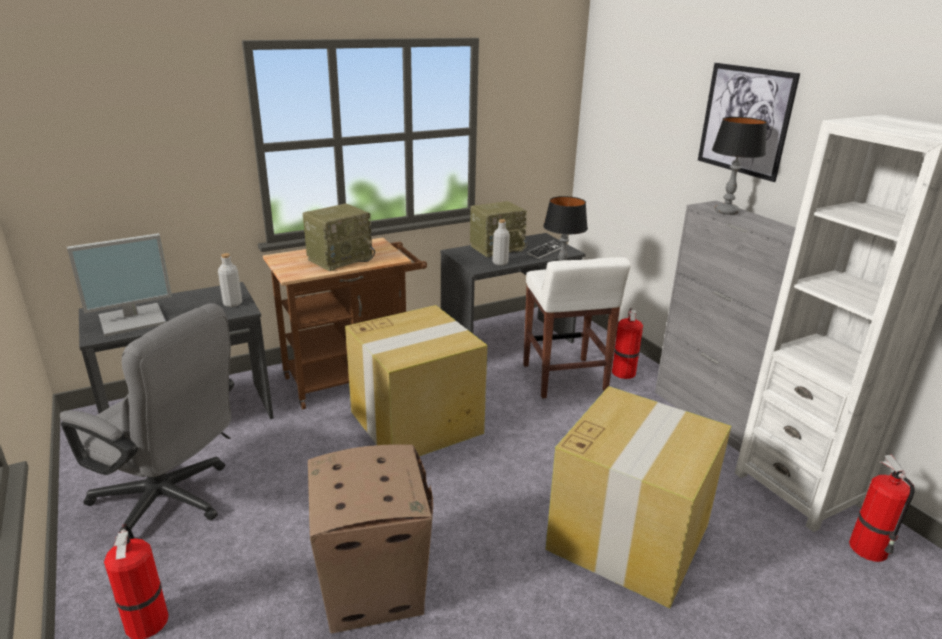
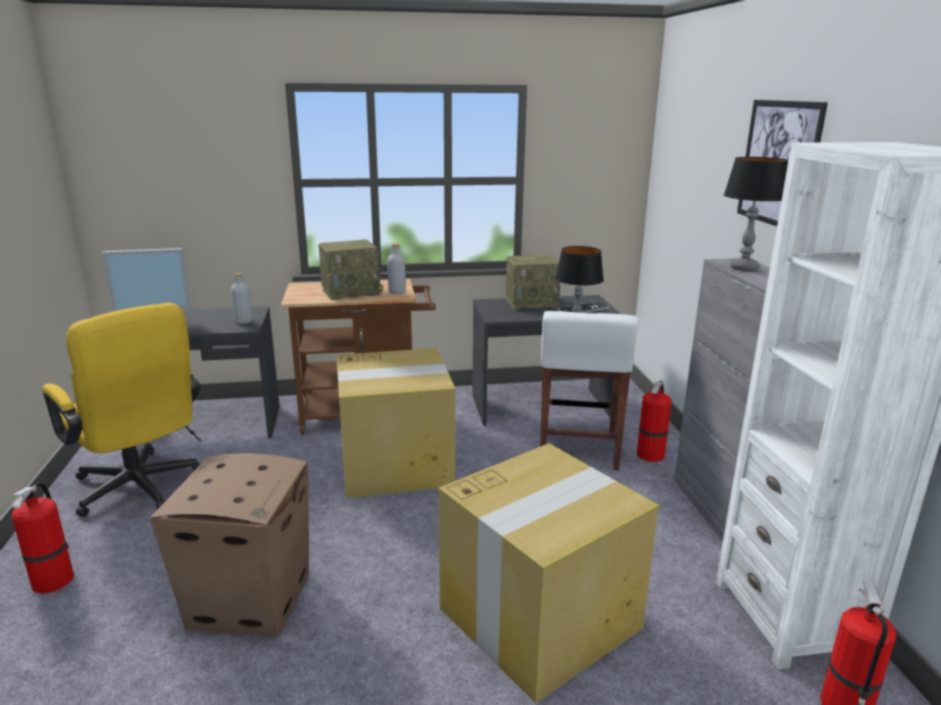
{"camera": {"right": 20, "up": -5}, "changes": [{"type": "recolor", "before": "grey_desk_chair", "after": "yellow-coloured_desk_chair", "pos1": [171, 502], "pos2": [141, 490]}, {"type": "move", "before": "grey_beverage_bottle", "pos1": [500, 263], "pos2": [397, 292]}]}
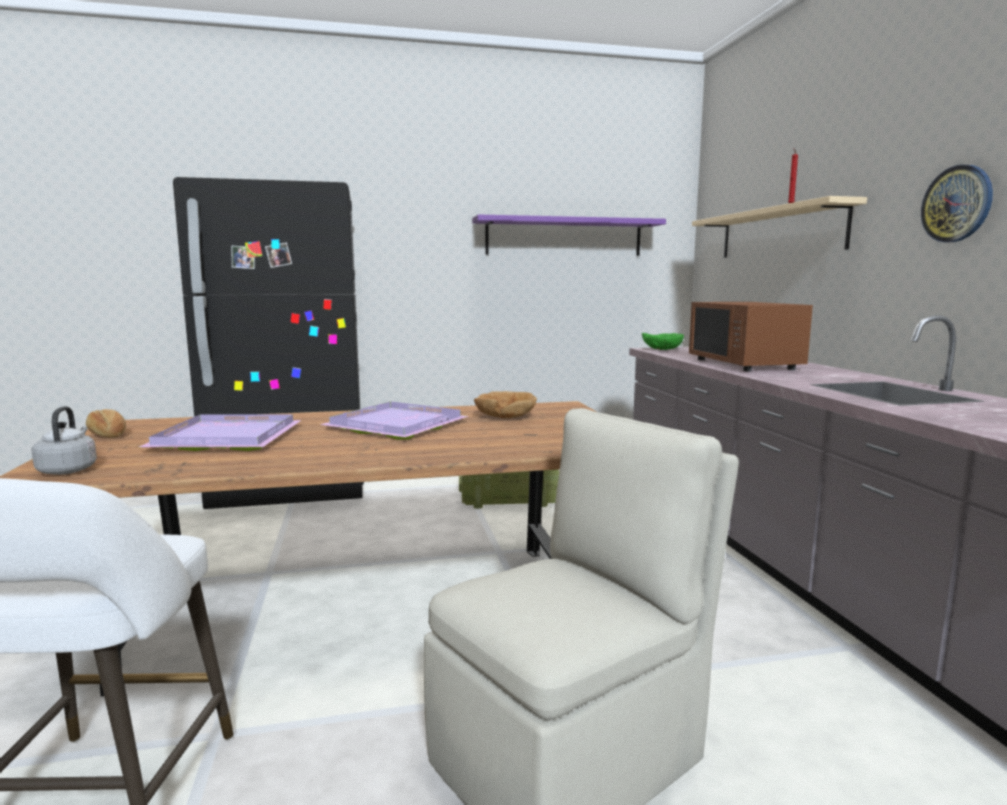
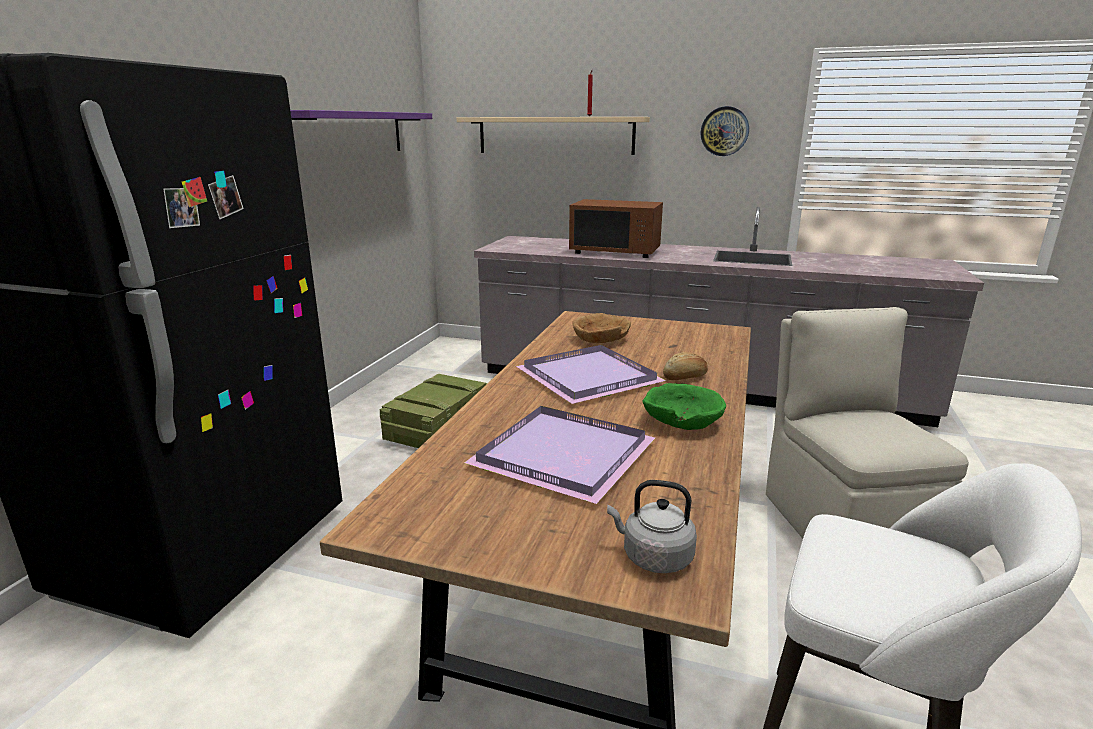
{"camera": {"right": -60, "up": 10}, "changes": [{"type": "move", "before": "bakery_bread", "pos1": [107, 435], "pos2": [685, 377]}, {"type": "move", "before": "green-coloured_bowl", "pos1": [662, 349], "pos2": [680, 422]}]}
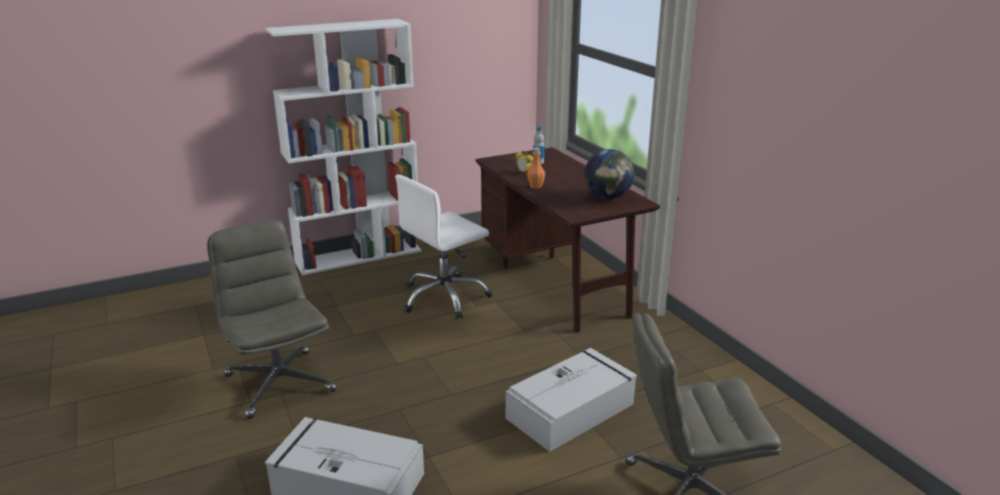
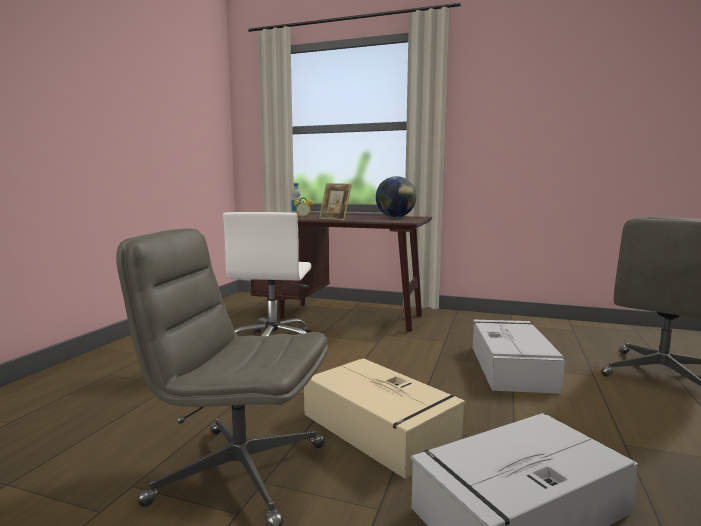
{"camera": {"right": -45, "up": -15}, "changes": [{"type": "delete", "before": "white-coloured_shelving_unit", "pos1": [359, 256]}, {"type": "replace", "before": "orangey_beverage_bottle", "after": "standing_frame", "pos1": [535, 186], "pos2": [335, 219]}, {"type": "insert", "after": "sand-coloured_storage_box", "pos2": [380, 429]}]}
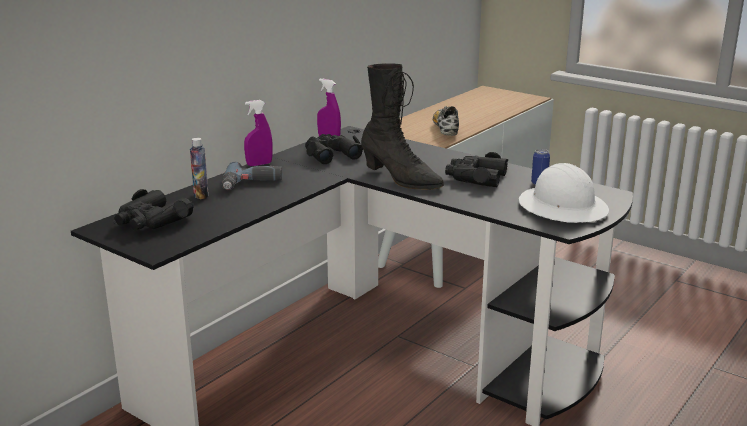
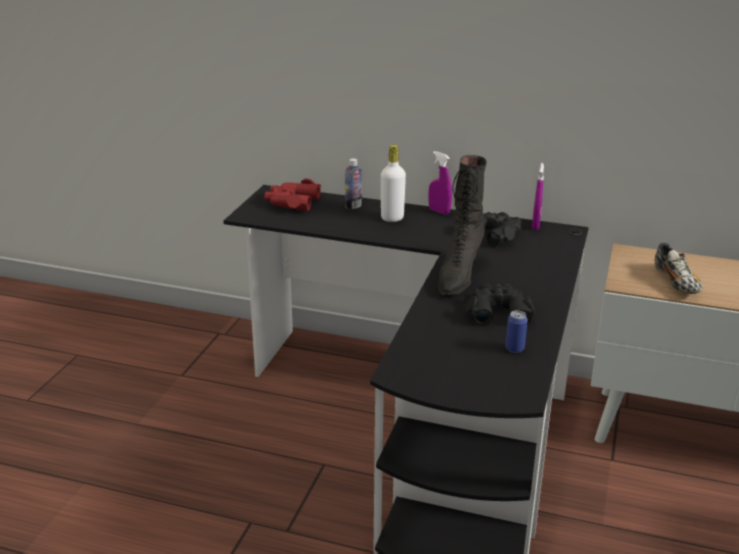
{"camera": {"right": 70, "up": 5}, "changes": [{"type": "recolor", "before": "blackish_field_glasses", "after": "red_field_glasses", "pos1": [152, 220], "pos2": [292, 202]}, {"type": "replace", "before": "drill", "after": "white-coloured_beverage_bottle", "pos1": [252, 184], "pos2": [392, 218]}, {"type": "rotate", "before": "shoe", "pos1": [445, 129], "pos2": [676, 283], "turn": 105}, {"type": "delete", "before": "white-coloured_hard_hat", "pos1": [563, 207]}]}
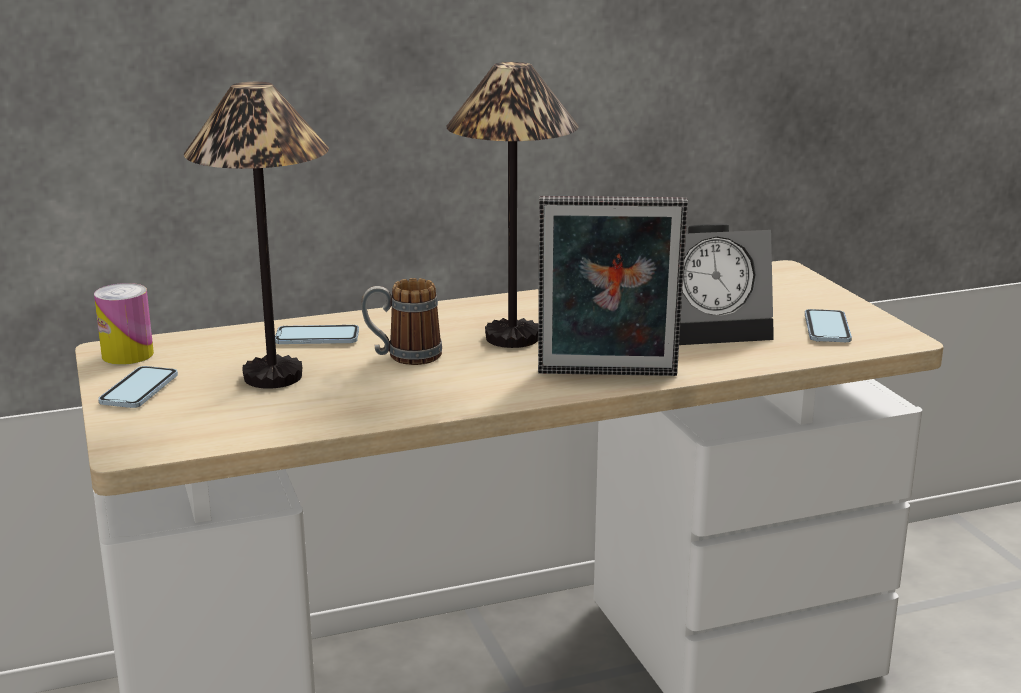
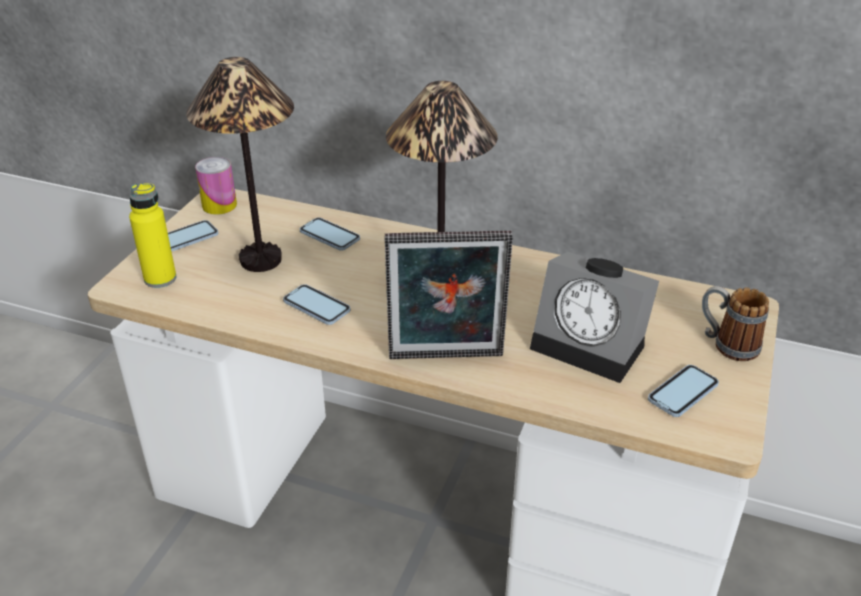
{"camera": {"right": 40, "up": 15}, "changes": [{"type": "move", "before": "tea_mug", "pos1": [403, 356], "pos2": [726, 344]}, {"type": "rotate", "before": "standing_frame", "pos1": [607, 376], "pos2": [446, 359], "turn": -45}, {"type": "insert", "after": "yellow-coloured_beverage_bottle", "pos2": [160, 279]}, {"type": "insert", "after": "phone", "pos2": [316, 306]}]}
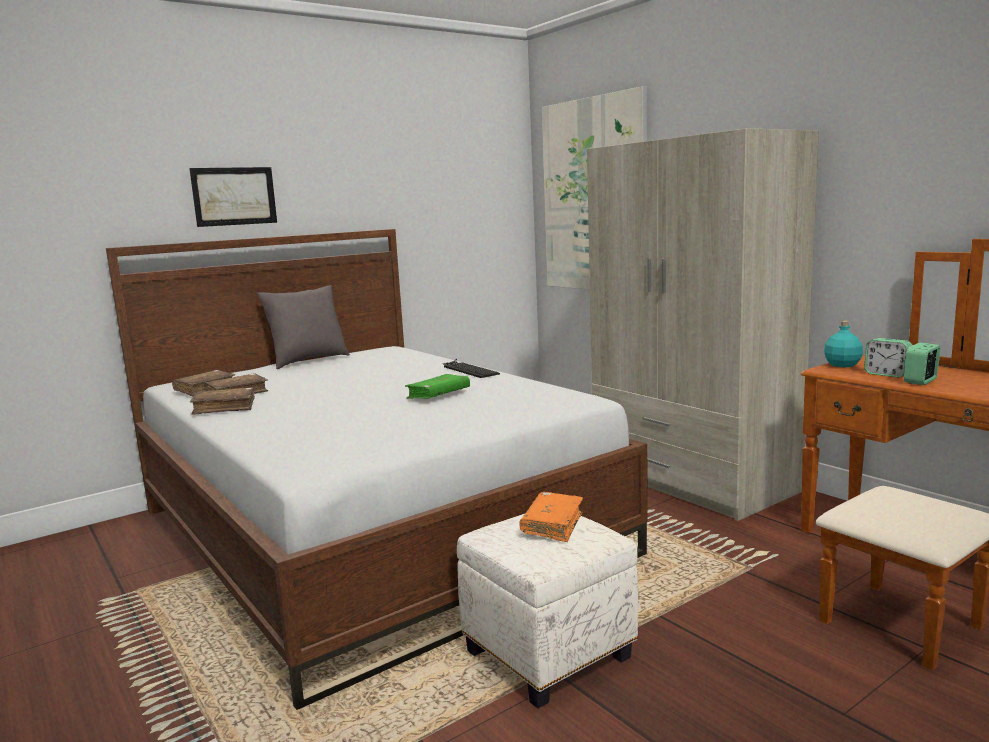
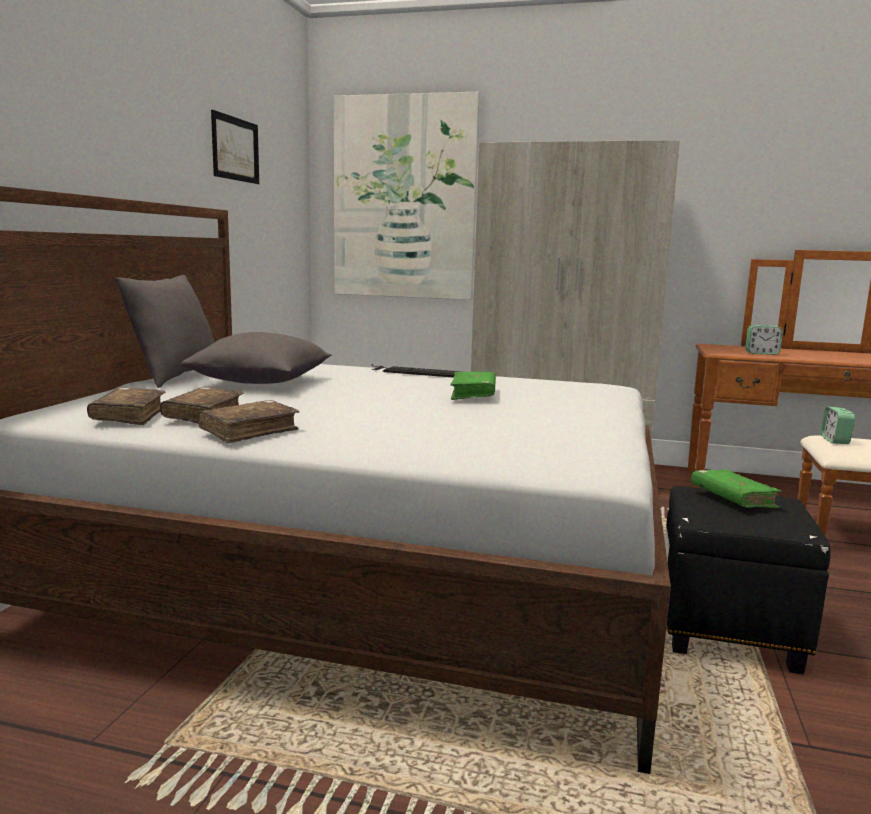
{"camera": {"right": -40, "up": 0}, "changes": [{"type": "move", "before": "wall_art", "pos1": [234, 196], "pos2": [235, 149]}, {"type": "recolor", "before": "white-coloured_ottoman", "after": "blackish_ottoman", "pos1": [549, 653], "pos2": [726, 629]}, {"type": "recolor", "before": "orangey_bound_book", "after": "green-coloured_bound_book", "pos1": [552, 525], "pos2": [732, 499]}, {"type": "delete", "before": "blue-green_beverage_bottle", "pos1": [842, 365]}, {"type": "move", "before": "alarm_clock", "pos1": [920, 381], "pos2": [835, 440]}, {"type": "insert", "after": "grey_pillow", "pos2": [262, 383]}]}
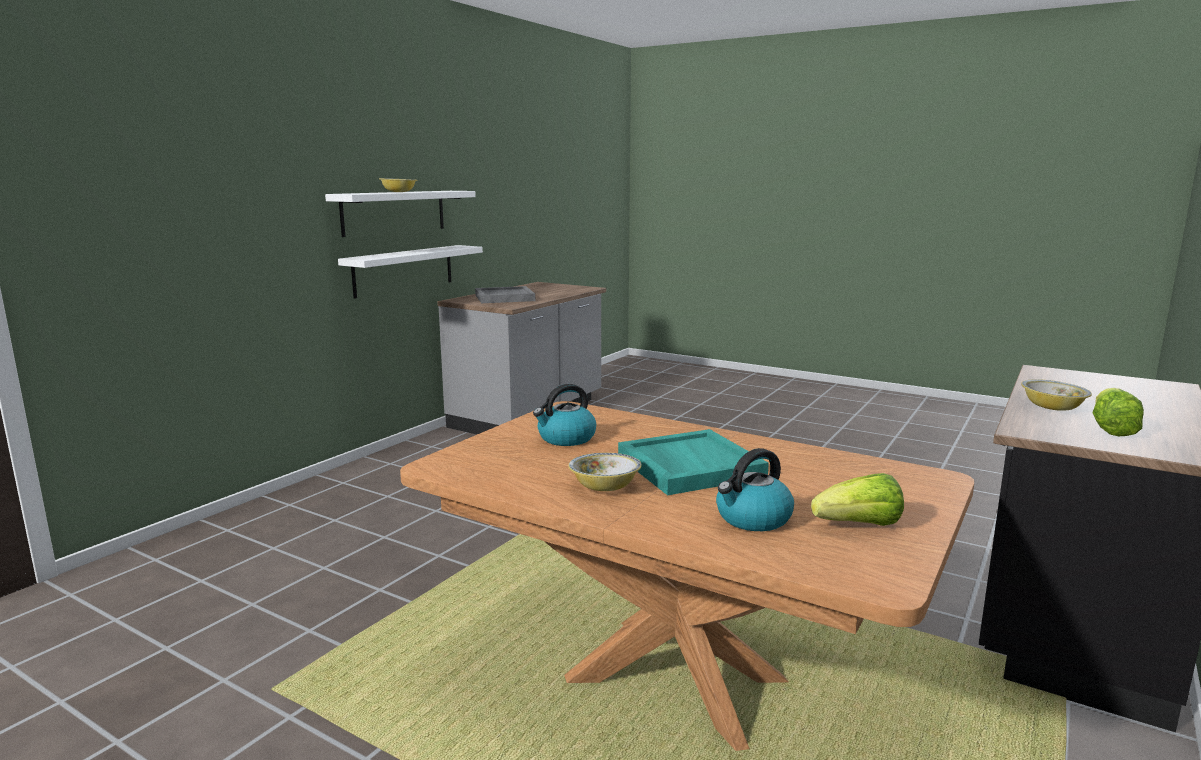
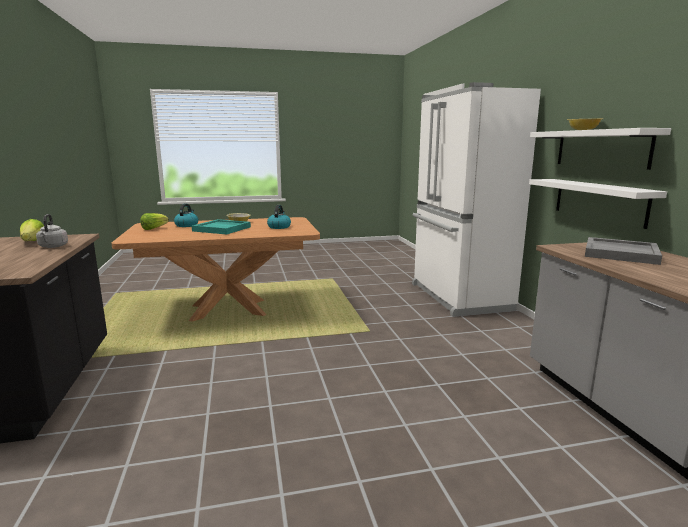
{"camera": {"right": 135, "up": 0}, "changes": [{"type": "replace", "before": "bowl", "after": "grey_tea_kettle", "pos1": [1052, 408], "pos2": [53, 247]}, {"type": "insert", "after": "white-coloured_refrigerator", "pos2": [458, 297]}]}
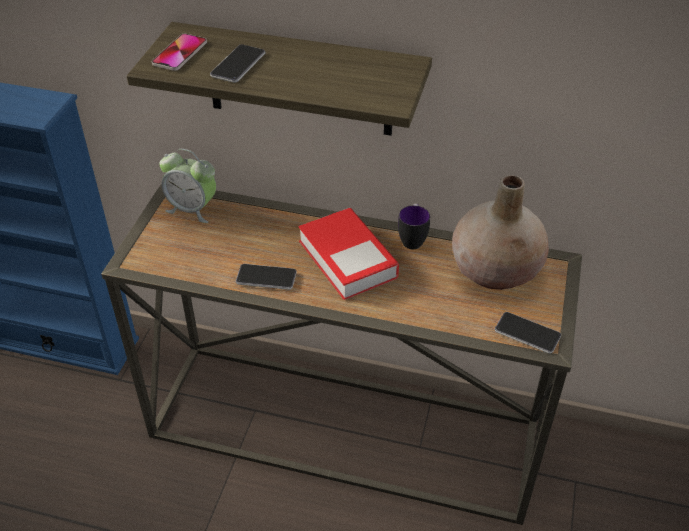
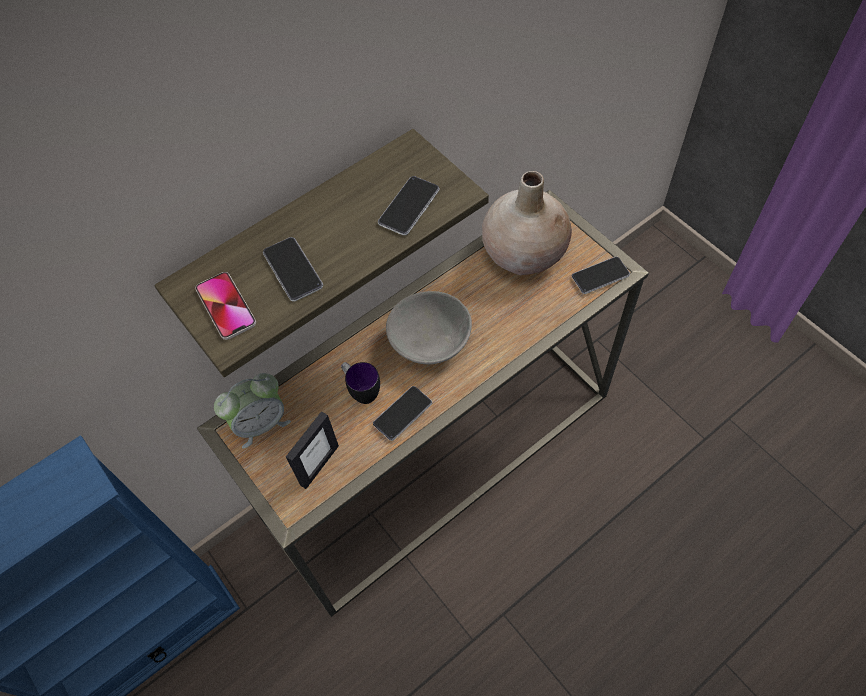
{"camera": {"right": -50, "up": 15}, "changes": [{"type": "replace", "before": "bound_book", "after": "grey_bowl", "pos1": [347, 259], "pos2": [430, 341]}, {"type": "move", "before": "tea_mug", "pos1": [412, 239], "pos2": [361, 391]}, {"type": "insert", "after": "standing_frame", "pos2": [319, 465]}, {"type": "insert", "after": "phone", "pos2": [409, 206]}]}
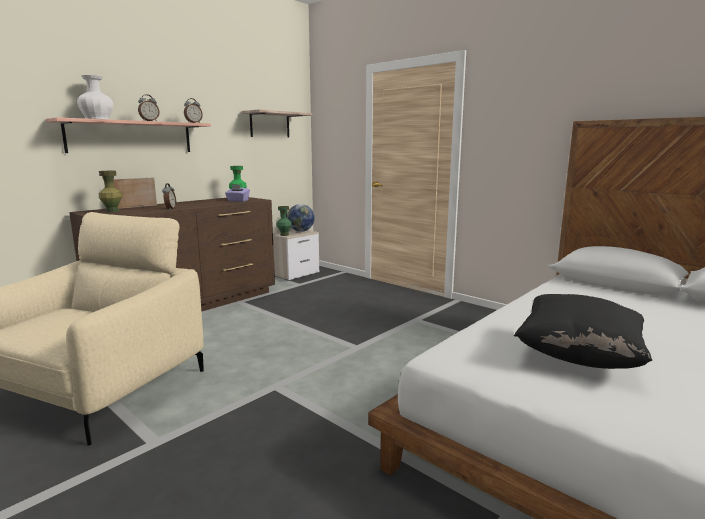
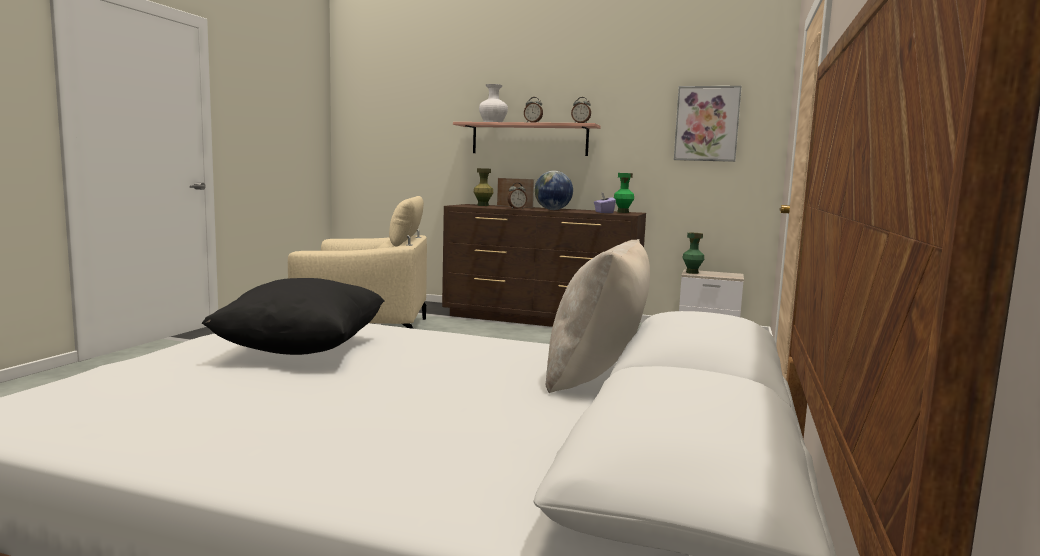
{"camera": {"right": 65, "up": -5}, "changes": [{"type": "replace", "before": "shelf", "after": "wall_art", "pos1": [269, 125], "pos2": [707, 124]}, {"type": "move", "before": "desk_globe", "pos1": [301, 231], "pos2": [552, 210]}, {"type": "insert", "after": "sand-coloured_pillow", "pos2": [597, 377]}]}
